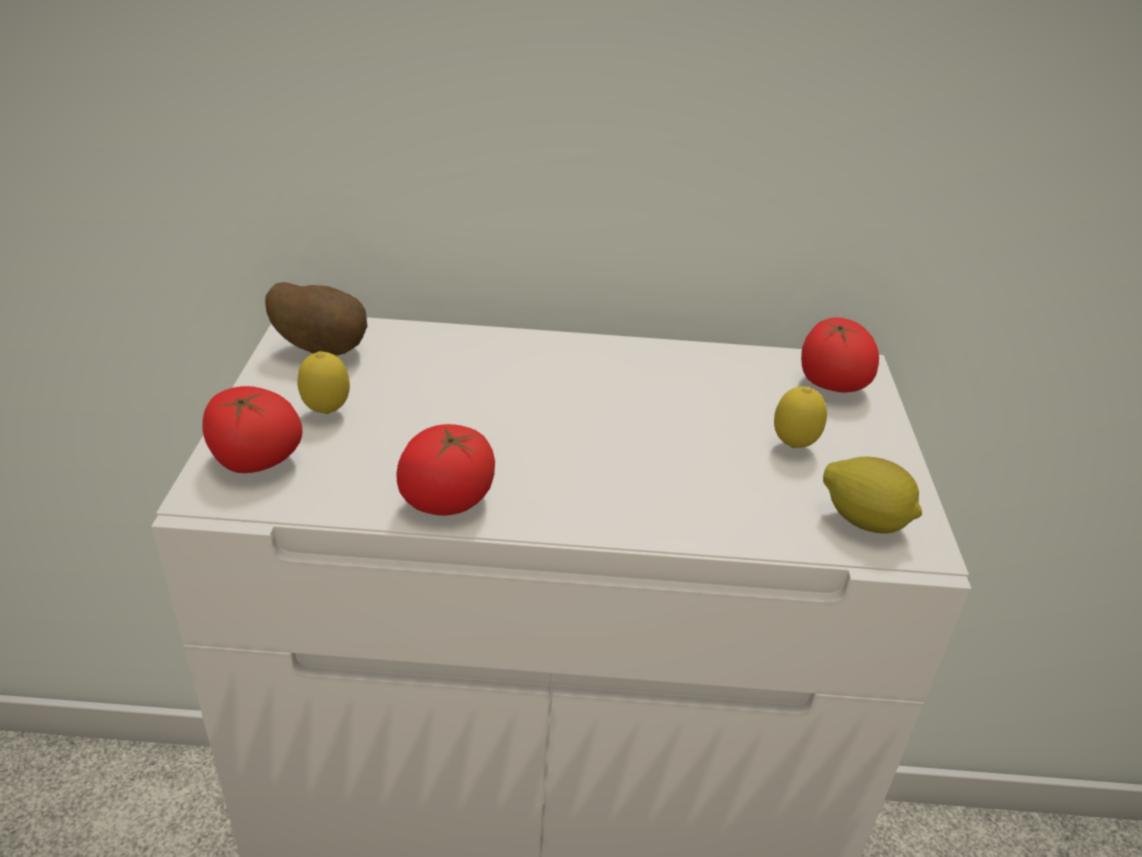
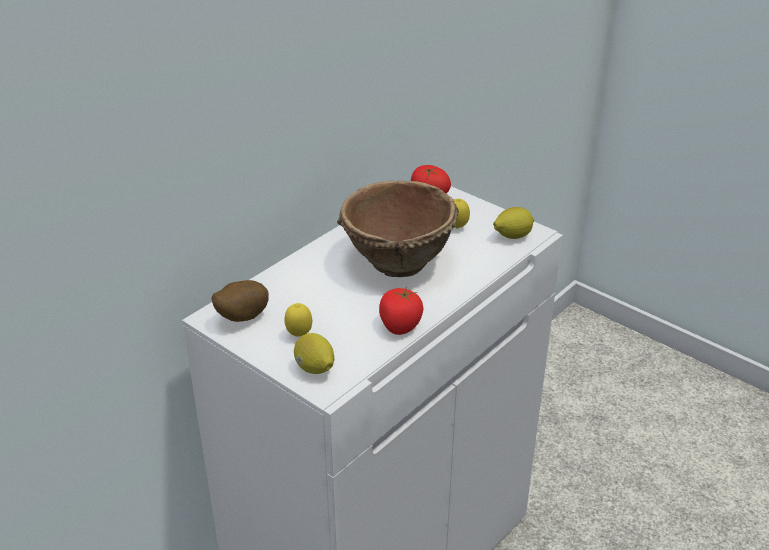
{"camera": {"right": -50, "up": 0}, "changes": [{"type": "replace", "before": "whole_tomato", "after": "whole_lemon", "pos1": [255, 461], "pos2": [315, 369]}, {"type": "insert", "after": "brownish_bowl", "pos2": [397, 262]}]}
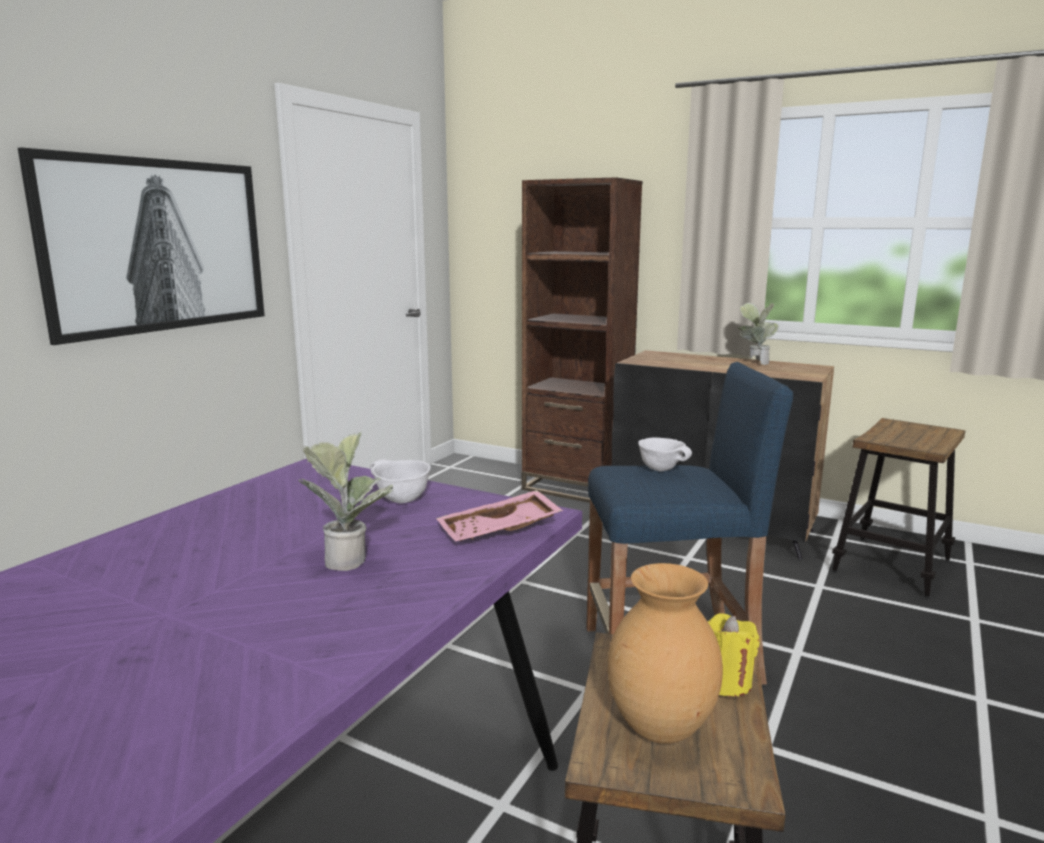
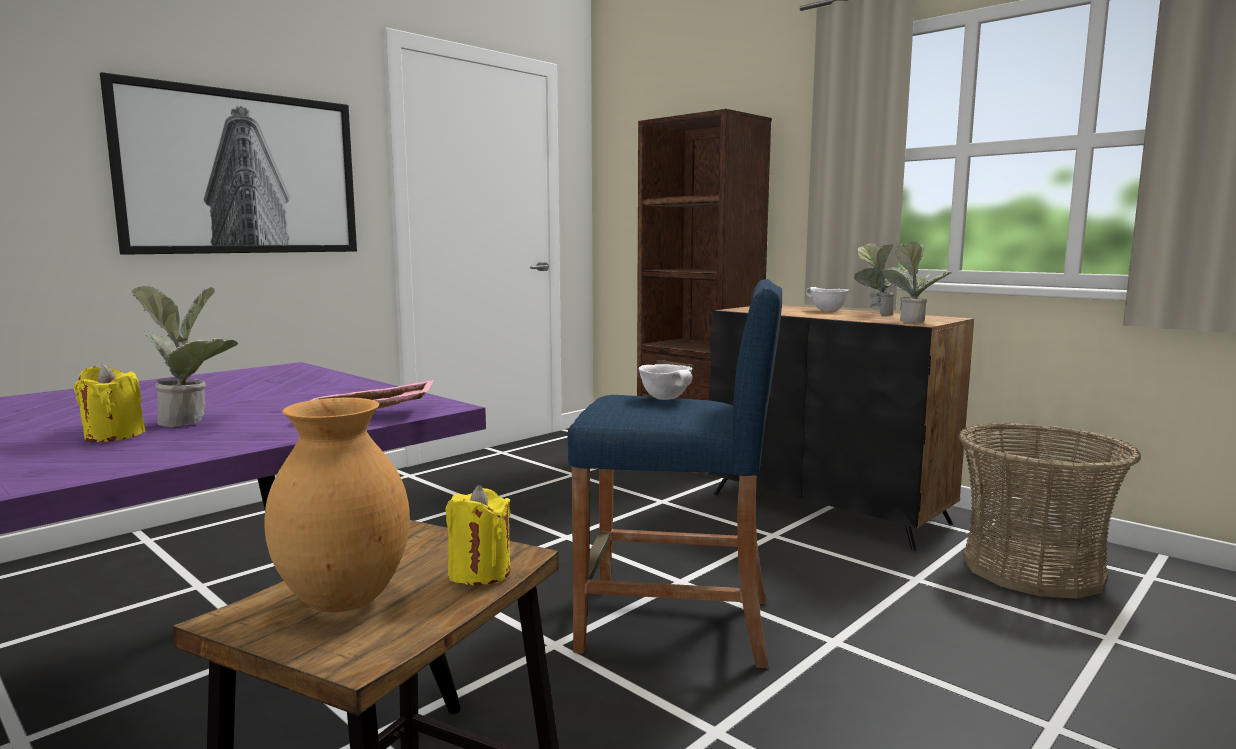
{"camera": {"right": 15, "up": -5}, "changes": [{"type": "move", "before": "white-coloured_bowl", "pos1": [400, 500], "pos2": [826, 311]}, {"type": "replace", "before": "stool_seat", "after": "storage_basket", "pos1": [891, 566], "pos2": [1032, 569]}, {"type": "insert", "after": "yellow-coloured_candle", "pos2": [113, 435]}, {"type": "insert", "after": "plant_in_a_pot", "pos2": [911, 321]}]}
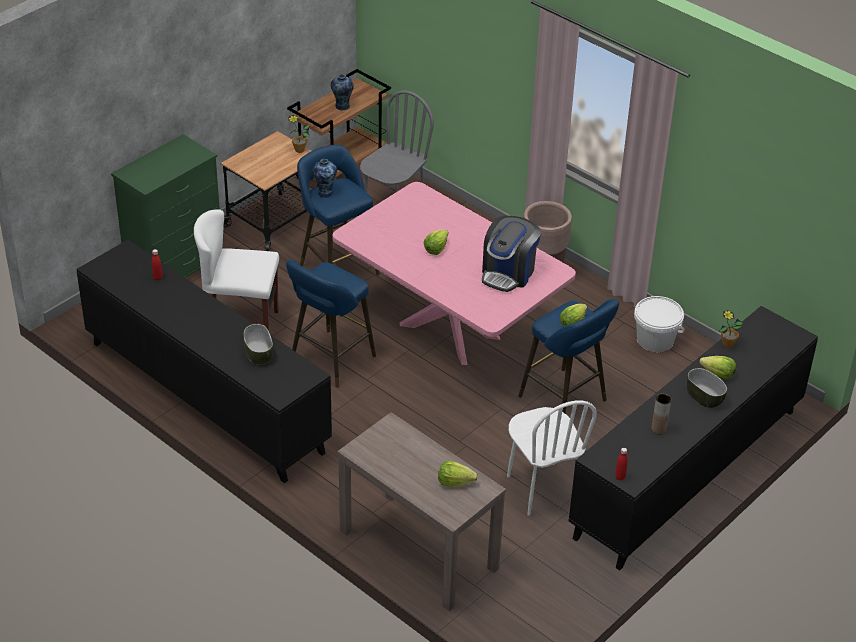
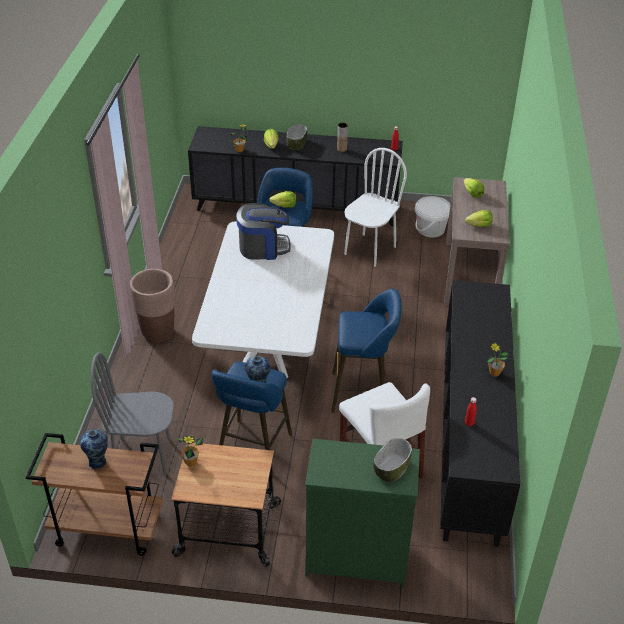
{"camera": {"right": -125, "up": 0}, "changes": [{"type": "move", "before": "bowl", "pos1": [259, 353], "pos2": [391, 468]}, {"type": "recolor", "before": "pinkish_dining_table", "after": "white-coloured_dining_table", "pos1": [449, 331], "pos2": [268, 349]}, {"type": "move", "before": "lettuce_head", "pos1": [436, 248], "pos2": [479, 225]}, {"type": "move", "before": "white-coloured_water_bucket", "pos1": [655, 340], "pos2": [430, 229]}, {"type": "insert", "after": "plant_in_a_pot", "pos2": [494, 373]}]}
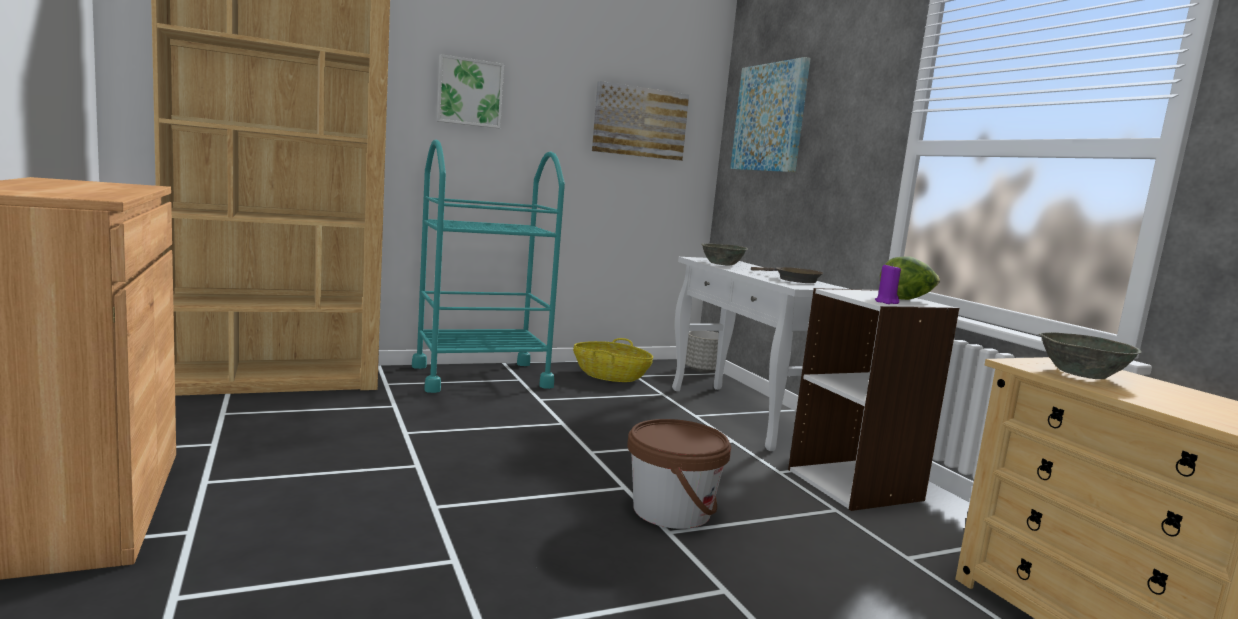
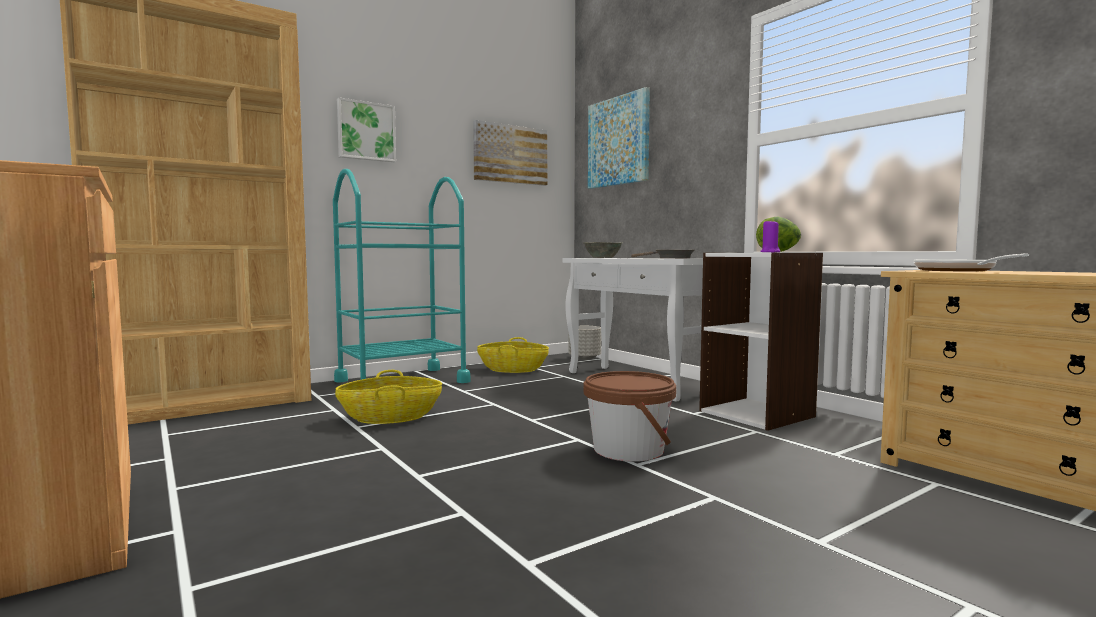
{"camera": {"right": -10, "up": -5}, "changes": [{"type": "replace", "before": "grey_bowl", "after": "skillet", "pos1": [1080, 374], "pos2": [958, 271]}, {"type": "insert", "after": "storage_basket", "pos2": [390, 417]}]}
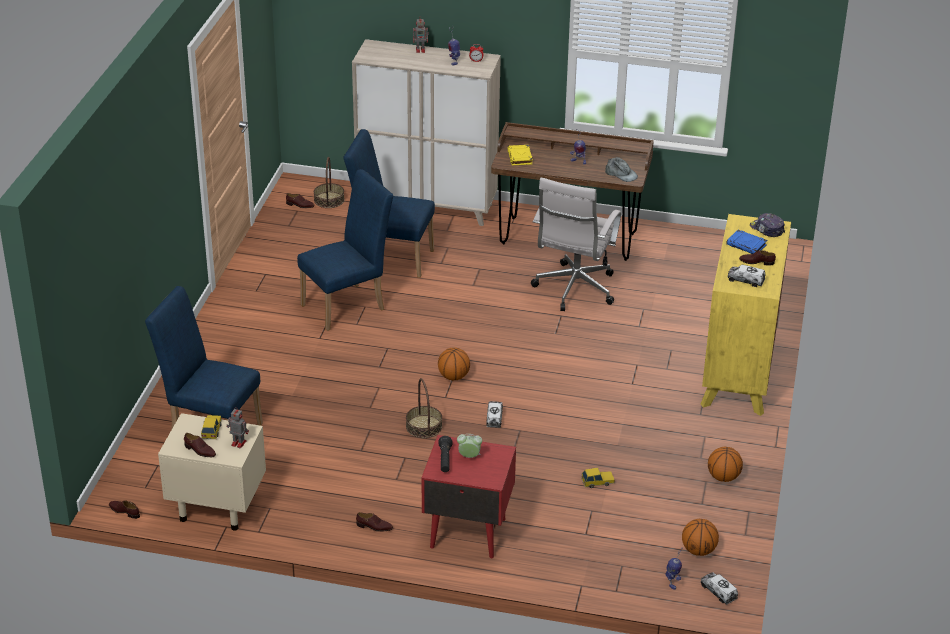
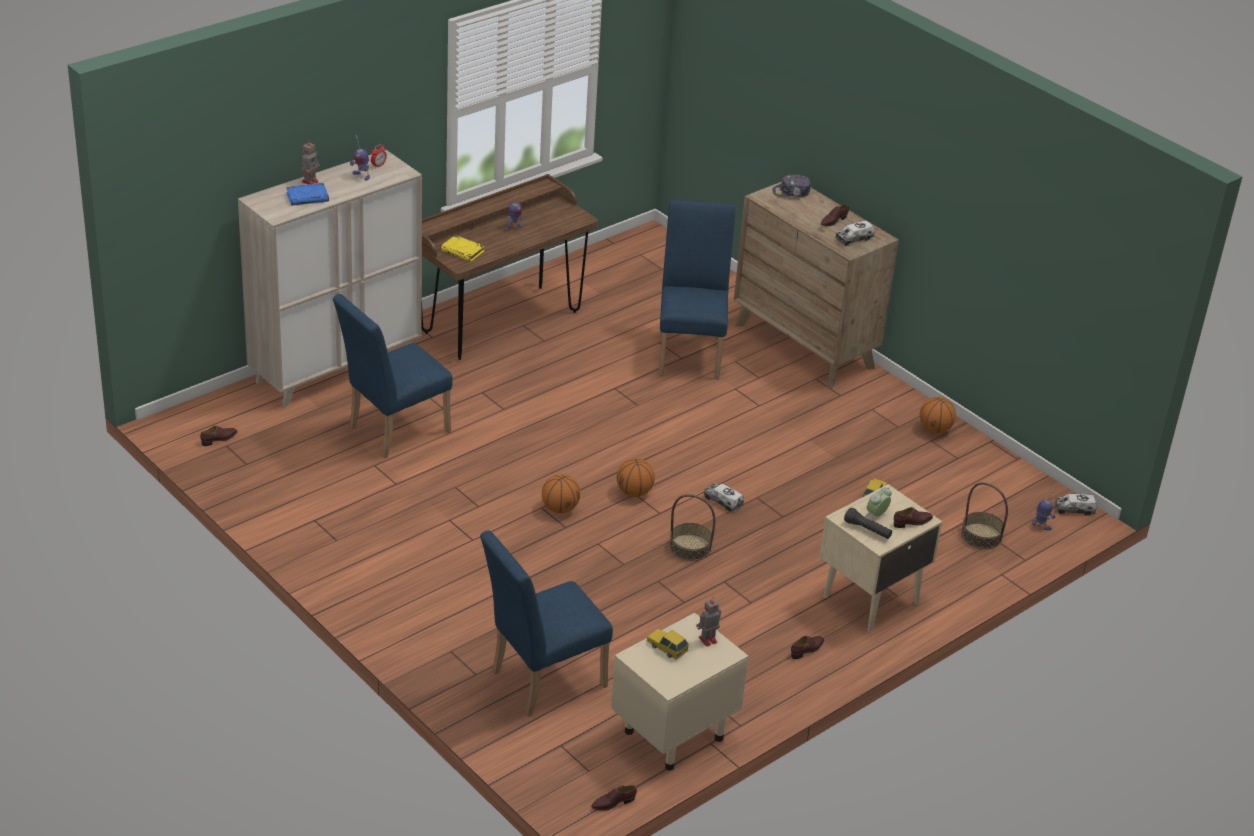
{"camera": {"right": -55, "up": 0}, "changes": [{"type": "move", "before": "brownish_shoe", "pos1": [200, 451], "pos2": [912, 522]}, {"type": "move", "before": "blue-coloured_chair", "pos1": [348, 305], "pos2": [690, 352]}, {"type": "move", "before": "storage_basket", "pos1": [329, 200], "pos2": [981, 536]}, {"type": "recolor", "before": "red_bedside_table", "after": "sand-coloured_bedside_table", "pos1": [467, 532], "pos2": [869, 599]}, {"type": "delete", "before": "white-coloured_desk_chair", "pos1": [574, 290]}, {"type": "delete", "before": "grey_cap", "pos1": [621, 174]}, {"type": "move", "before": "basketball", "pos1": [698, 550], "pos2": [560, 509]}, {"type": "recolor", "before": "yellow-coloured_chest_of_drawers", "after": "brownish_chest_of_drawers", "pos1": [739, 371], "pos2": [804, 345]}, {"type": "move", "before": "blue-coloured_bound_book", "pos1": [747, 245], "pos2": [308, 197]}]}
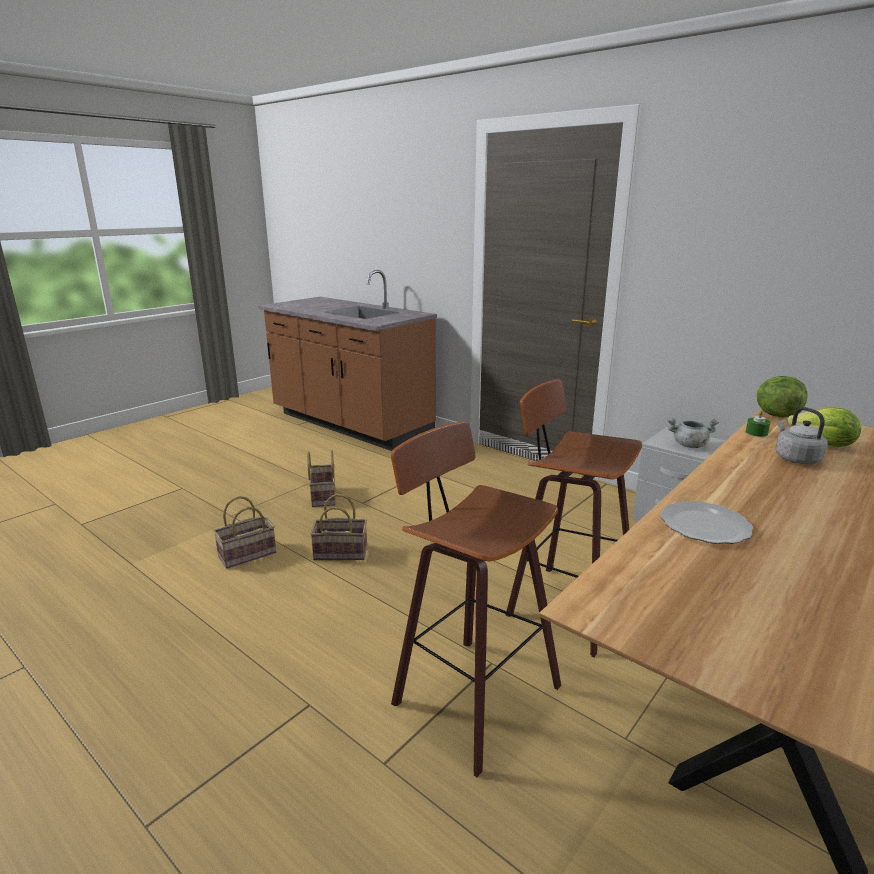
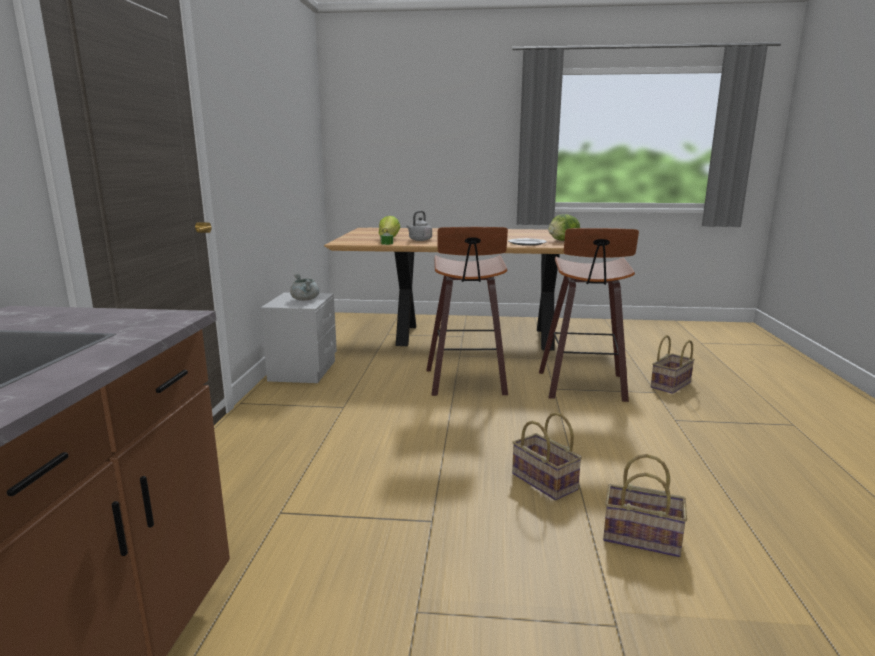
{"camera": {"right": -125, "up": -5}, "changes": [{"type": "move", "before": "storage_basket", "pos1": [322, 496], "pos2": [671, 385]}, {"type": "move", "before": "lettuce_head", "pos1": [776, 415], "pos2": [563, 241]}]}
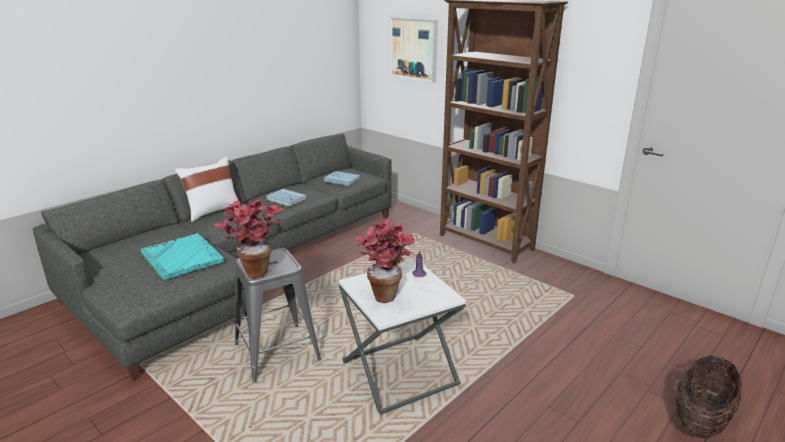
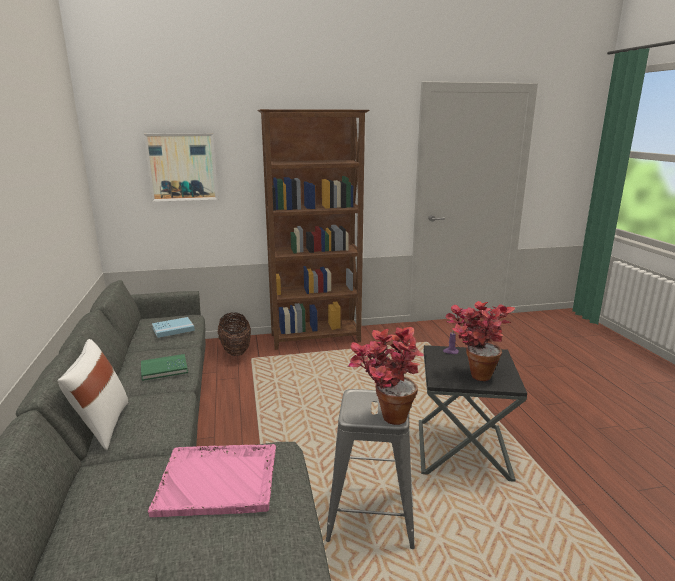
{"camera": {"right": -55, "up": -5}, "changes": [{"type": "recolor", "before": "blue-green_carrying_tray", "after": "pinkish_carrying_tray", "pos1": [182, 257], "pos2": [219, 481]}, {"type": "recolor", "before": "blue-coloured_bound_book", "after": "green-coloured_bound_book", "pos1": [286, 199], "pos2": [164, 369]}, {"type": "recolor", "before": "white-coloured_accent_table", "after": "blackish_accent_table", "pos1": [399, 372], "pos2": [462, 450]}, {"type": "move", "before": "storage_basket", "pos1": [700, 420], "pos2": [235, 350]}]}
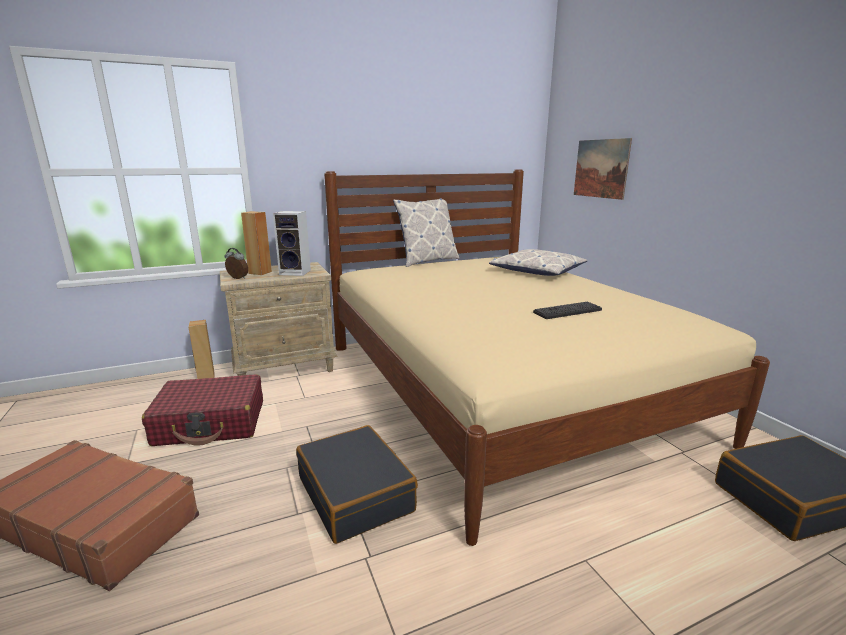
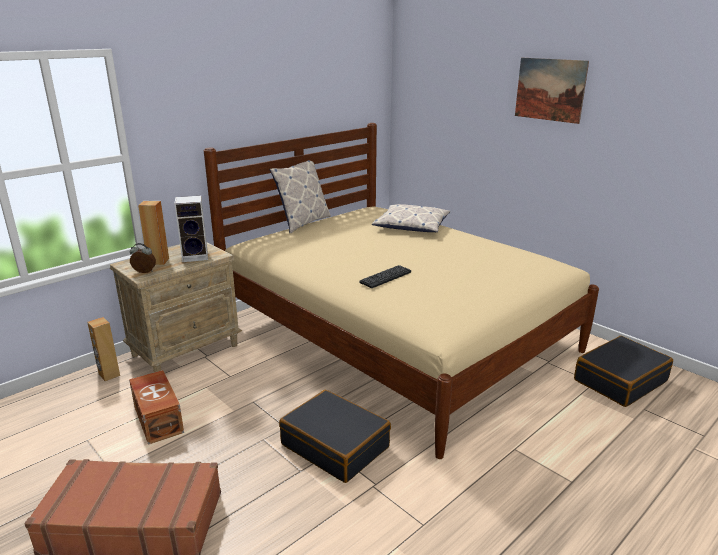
{"camera": {"right": -20, "up": 5}, "changes": [{"type": "replace", "before": "red_travel_case", "after": "brownish_storage_box", "pos1": [211, 423], "pos2": [159, 418]}, {"type": "move", "before": "PC_keyboard", "pos1": [567, 311], "pos2": [385, 277]}, {"type": "move", "before": "wall_art", "pos1": [601, 168], "pos2": [550, 89]}]}
